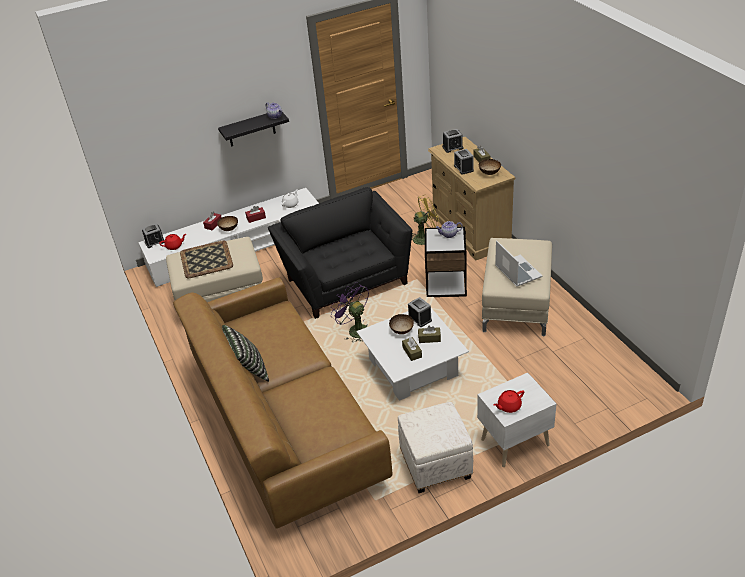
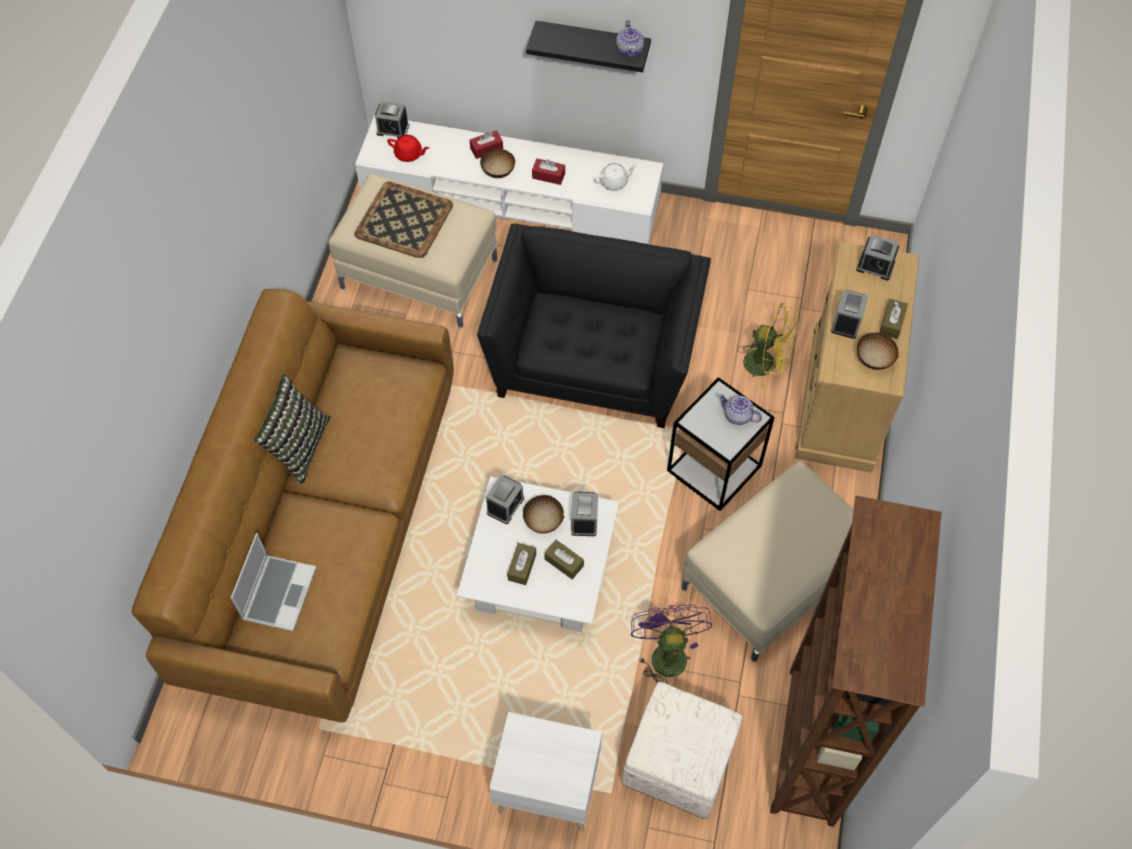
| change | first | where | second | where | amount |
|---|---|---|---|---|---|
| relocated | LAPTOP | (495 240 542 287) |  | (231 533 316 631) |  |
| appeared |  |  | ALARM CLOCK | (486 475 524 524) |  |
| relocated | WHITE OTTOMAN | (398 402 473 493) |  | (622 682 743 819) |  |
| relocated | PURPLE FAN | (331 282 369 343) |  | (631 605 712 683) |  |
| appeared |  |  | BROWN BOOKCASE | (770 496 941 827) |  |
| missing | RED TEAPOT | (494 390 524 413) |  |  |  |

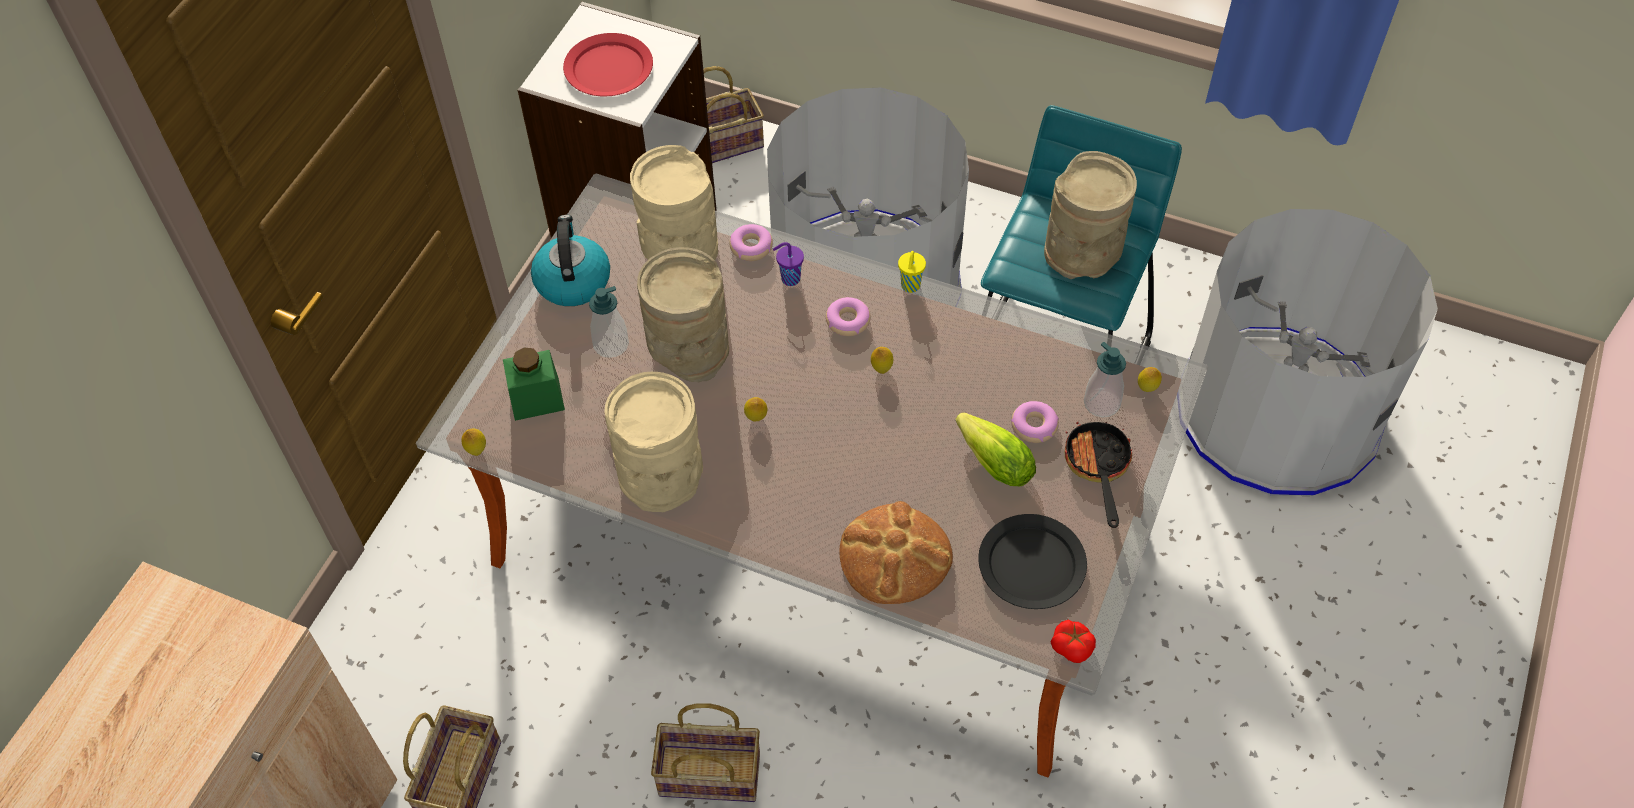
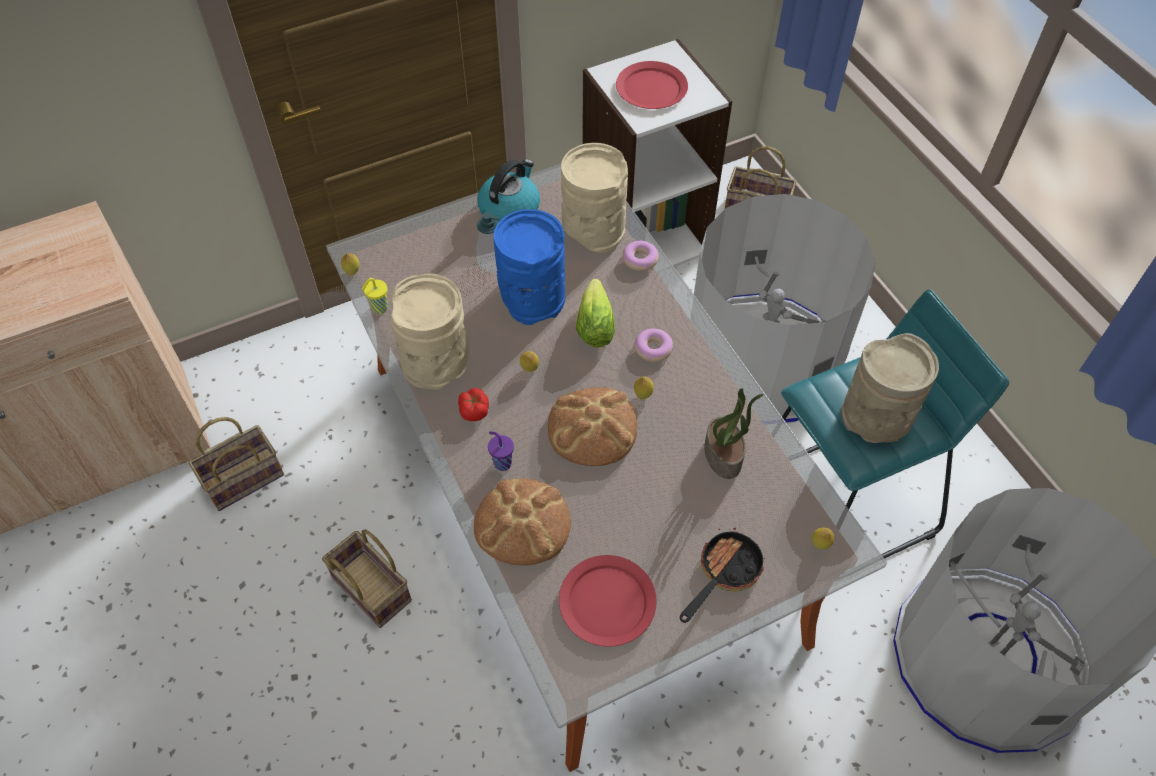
| change | first | where | second | where | amount |
|---|---|---|---|---|---|
| relocated | YELLOW CUP | (898 251 926 293) |  | (361 278 388 314) |  |
| relocated | TOMATO | (1050 620 1096 663) |  | (458 388 489 421) |  |
| relocated | PURPLE CUP | (773 242 804 286) |  | (488 431 514 471) |  |
| colour | BEIGE VASE | (637 247 729 382) | BLUE VASE | (494 209 565 325) |  |
| appeared |  |  | BREAD | (548 387 637 466) |  |
| colour | BLACK PLATE | (978 514 1087 609) | RED PLATE | (559 555 657 647) |  |
| relocated | LETTUCE | (956 412 1036 486) |  | (576 279 615 348) |  |
| appeared |  |  | POTTED PLANT | (704 388 764 479) |  |
| missing | GREEN JAR | (503 347 565 421) |  |  |  |
| missing | DONUT | (1011 401 1059 443) |  |  |  |
| missing | SOAP DISPENSER | (1084 342 1126 418) |  |  |  |

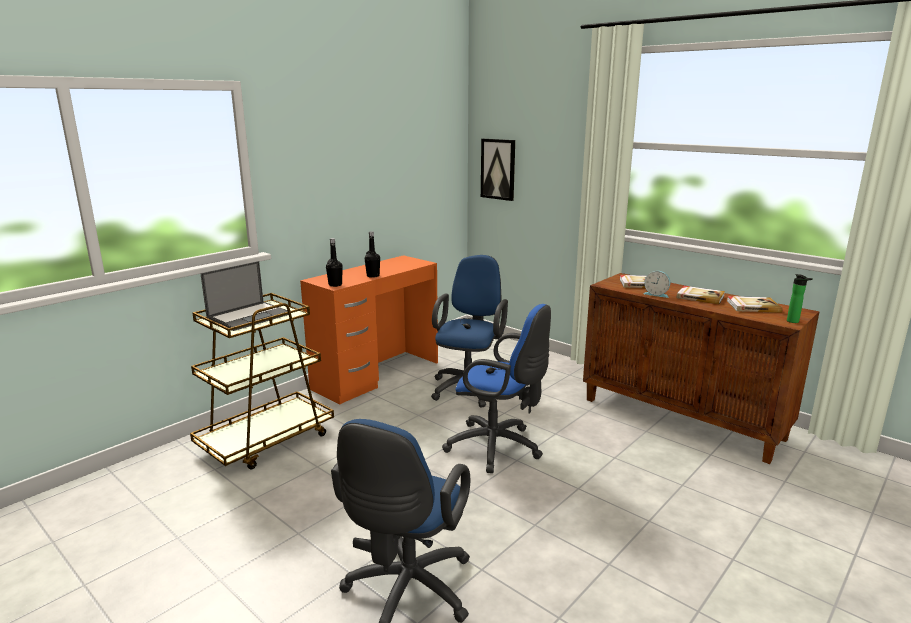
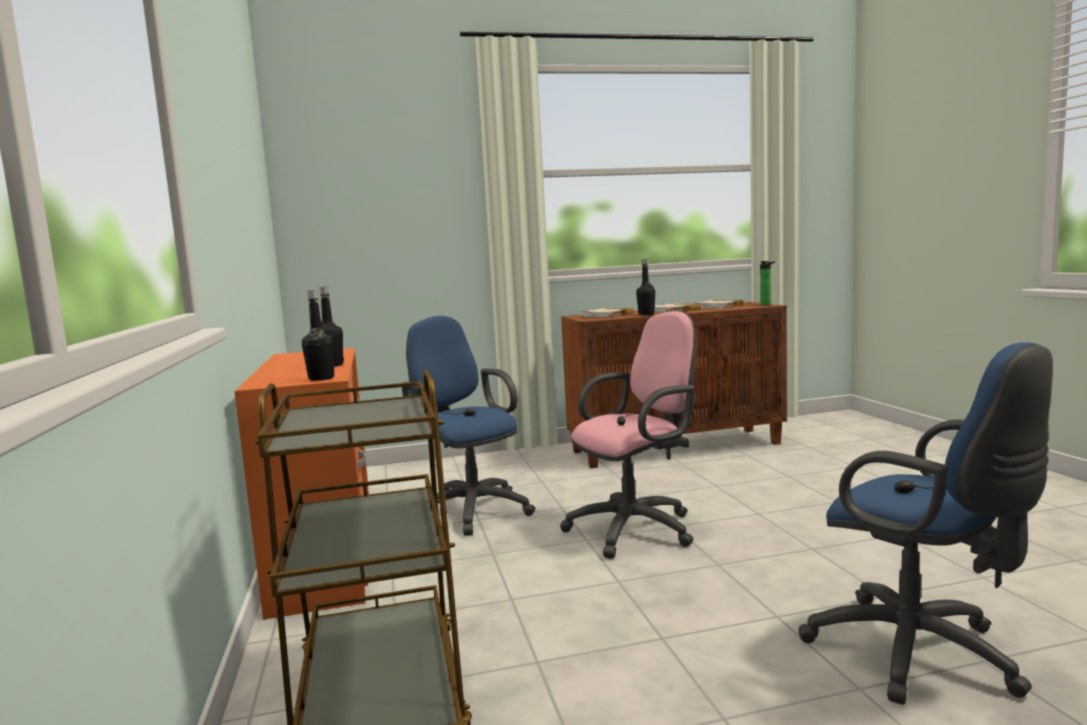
| change | first | where | second | where | amount |
|---|---|---|---|---|---|
| colour | BLUE OFFICE CHAIR | (442 304 551 473) | PINK OFFICE CHAIR | (560 311 696 559) |  |
| exchanged | ALARM CLOCK | (643 271 670 298) | BLACK BOTTLE | (636 259 655 315) |  |
| missing | LAPTOP | (200 261 288 331) |  |  |  |
| missing | PICTURE | (481 139 515 201) |  |  |  |

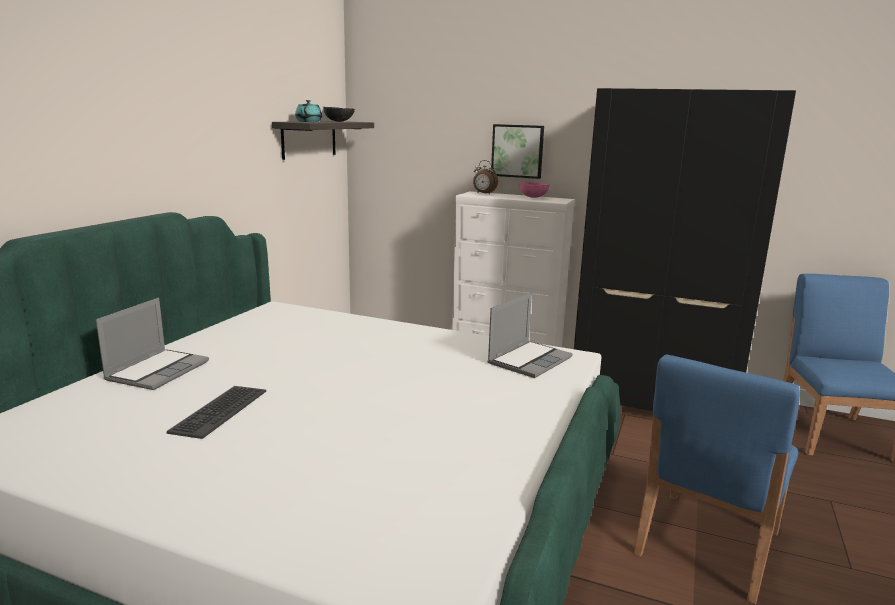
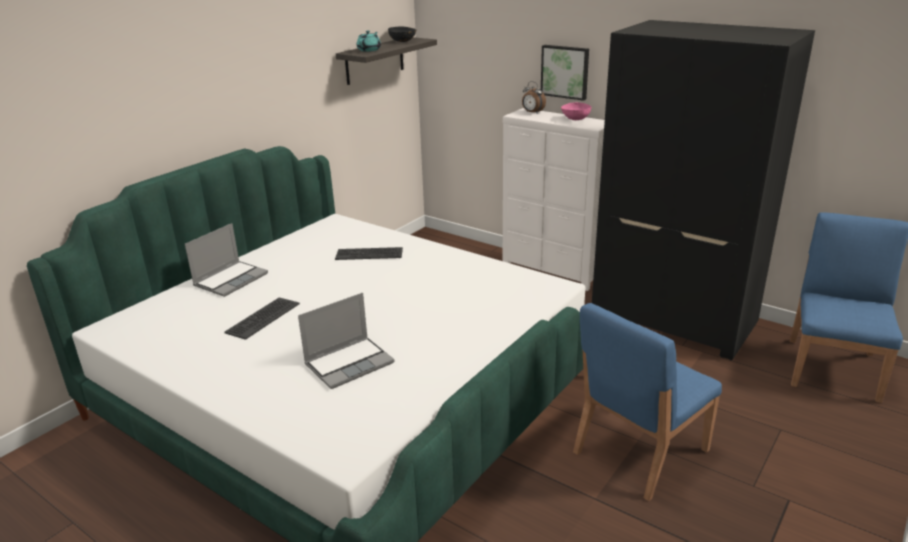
| change | first | where | second | where | amount |
|---|---|---|---|---|---|
| relocated | LAPTOP | (487 293 573 378) |  | (298 293 394 389) |  |
| appeared |  |  | KEYBOARD | (335 247 403 260) |  |

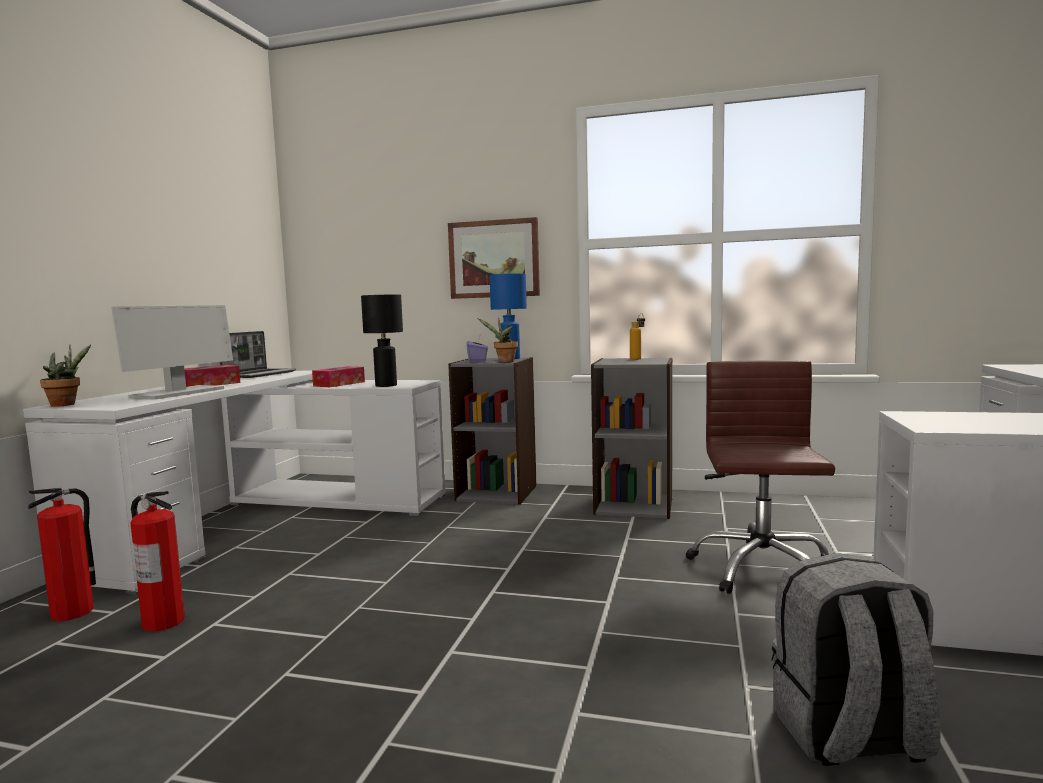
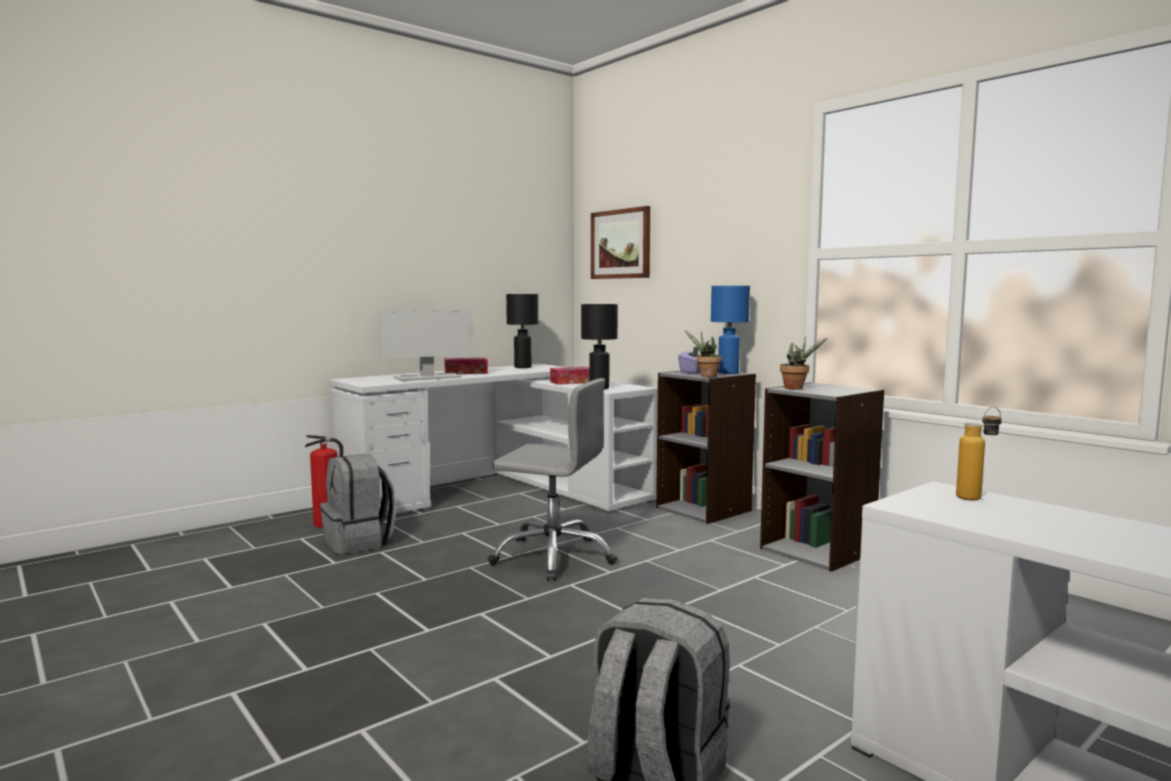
| change | first | where | second | where | amount |
|---|---|---|---|---|---|
| exchanged | FIRE EXTINGUISHER | (130 491 185 631) | GREY BACKPACK | (320 454 396 554) |  |
| appeared |  |  | GREY OFFICE CHAIR | (488 378 617 581) |  |
| exchanged | LAPTOP | (220 331 297 378) | BLACK TABLE LAMP | (506 294 538 368) |  |
| relocated | PICTURE | (448 217 540 299) |  | (591 206 650 279) |  |
| relocated | POTTED PLANT | (40 345 91 407) |  | (780 336 827 390) |  |
| relocated | BOTTLE | (630 313 645 360) |  | (956 407 1002 500) |  |
| missing | BROWN OFFICE CHAIR | (686 360 835 594) |  |  |  |

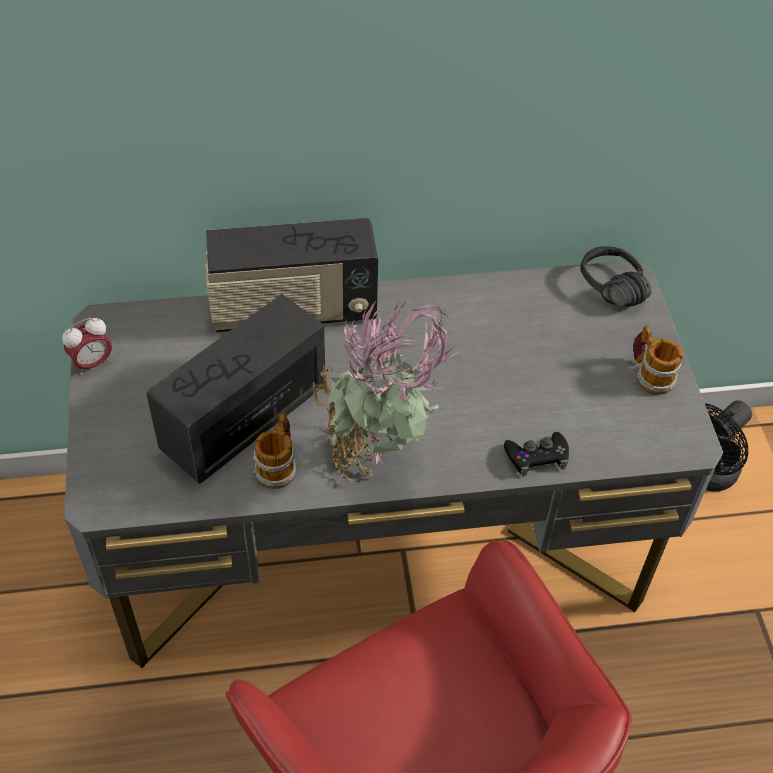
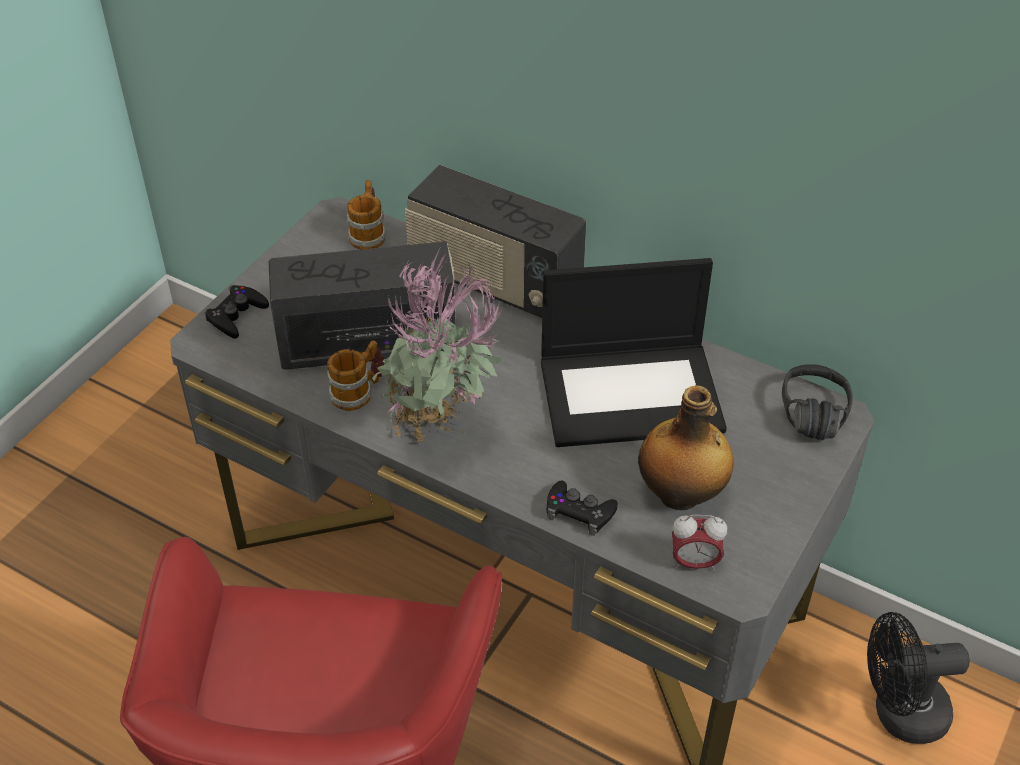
| change | first | where | second | where | amount |
|---|---|---|---|---|---|
| appeared |  |  | BLACK GAME CONTROLLER | (204 285 269 339) |  |
| relocated | MUG | (633 326 683 395) |  | (347 180 386 250) |  |
| appeared |  |  | LAPTOP | (541 258 727 447) |  |
| appeared |  |  | BOTTLE | (638 385 734 510) |  |
| relocated | ALARM CLOCK | (62 318 112 375) |  | (672 514 728 571) |  |

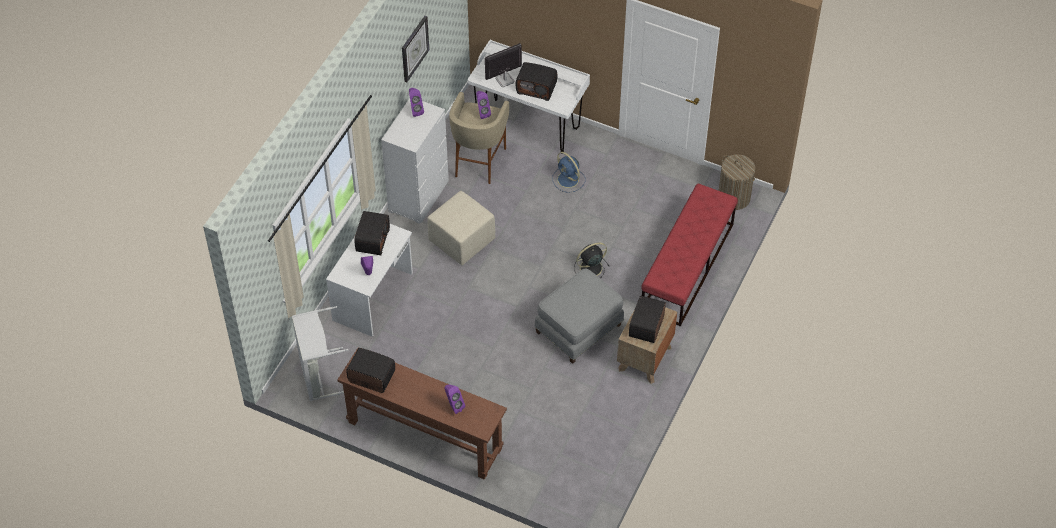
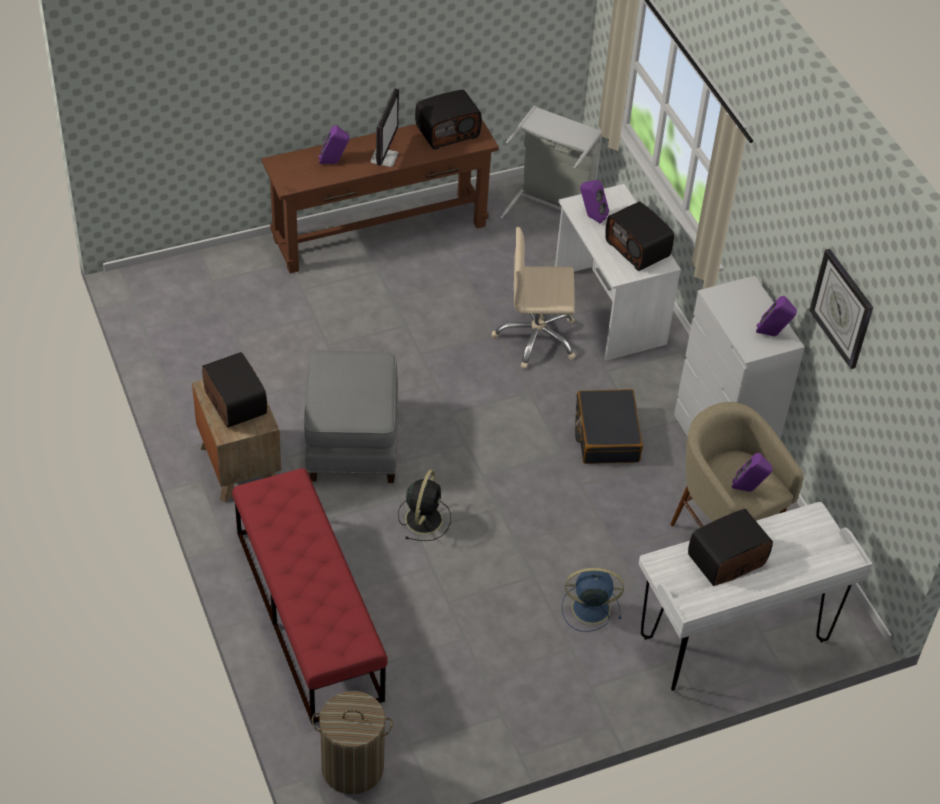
| change | first | where | second | where | amount |
|---|---|---|---|---|---|
| relocated | MONITOR | (485 43 522 87) |  | (371 88 399 167) |  |
| appeared |  |  | BEIGE OFFICE CHAIR | (492 227 576 369) |  |
| exchanged | BEIGE OTTOMAN | (427 191 495 266) | BLACK SUITCASE | (575 389 643 464) |  |

